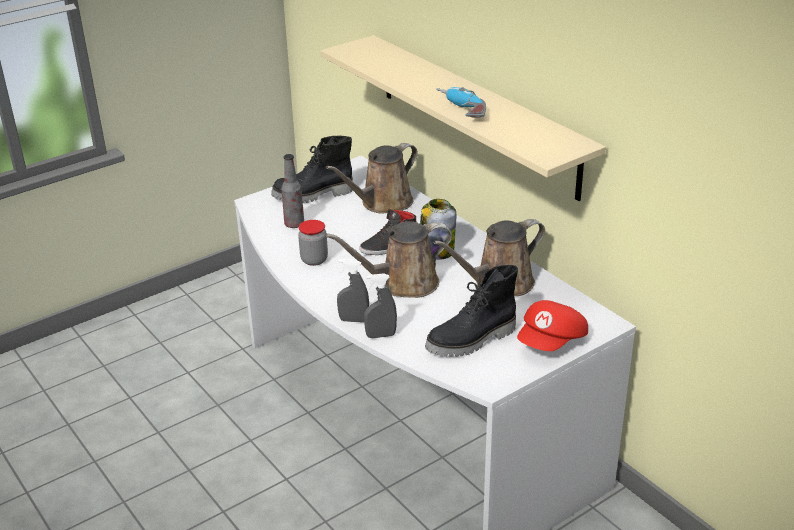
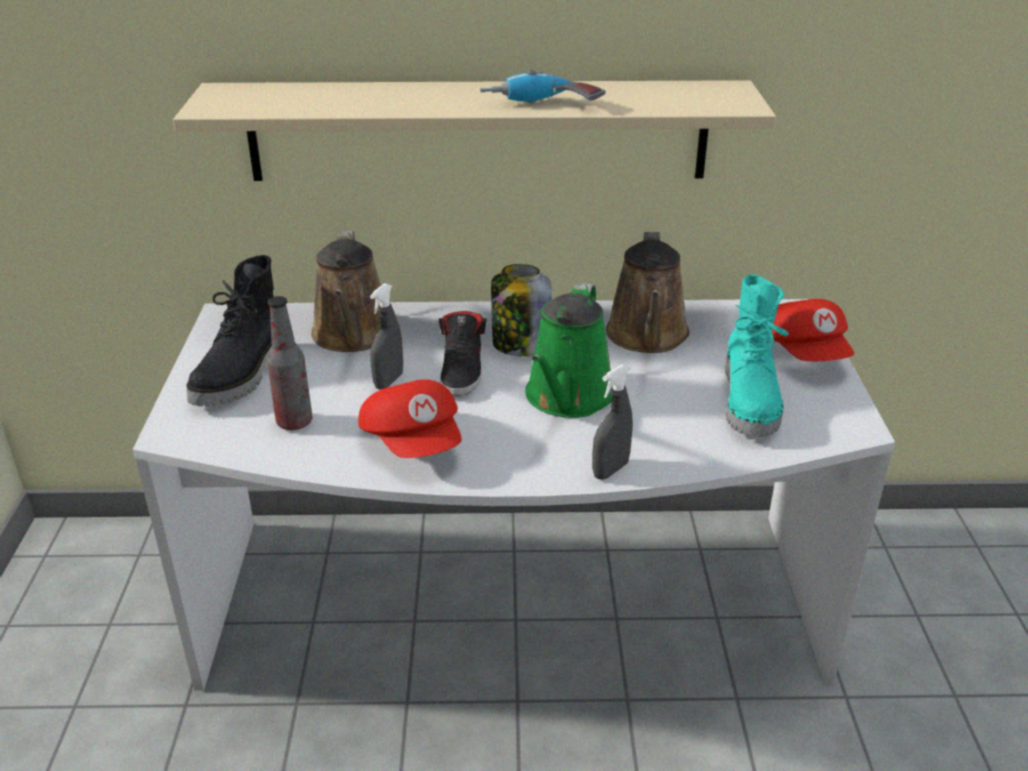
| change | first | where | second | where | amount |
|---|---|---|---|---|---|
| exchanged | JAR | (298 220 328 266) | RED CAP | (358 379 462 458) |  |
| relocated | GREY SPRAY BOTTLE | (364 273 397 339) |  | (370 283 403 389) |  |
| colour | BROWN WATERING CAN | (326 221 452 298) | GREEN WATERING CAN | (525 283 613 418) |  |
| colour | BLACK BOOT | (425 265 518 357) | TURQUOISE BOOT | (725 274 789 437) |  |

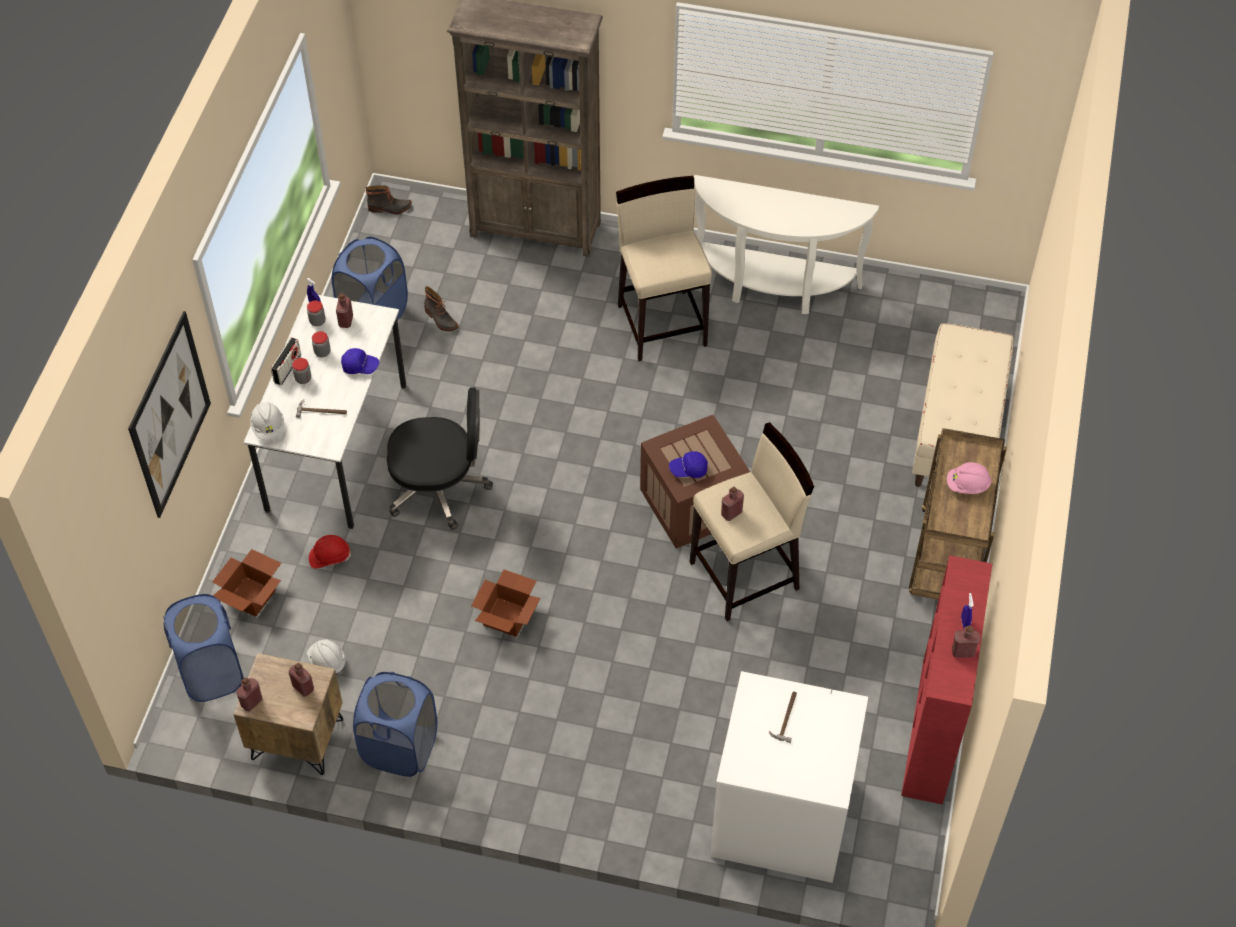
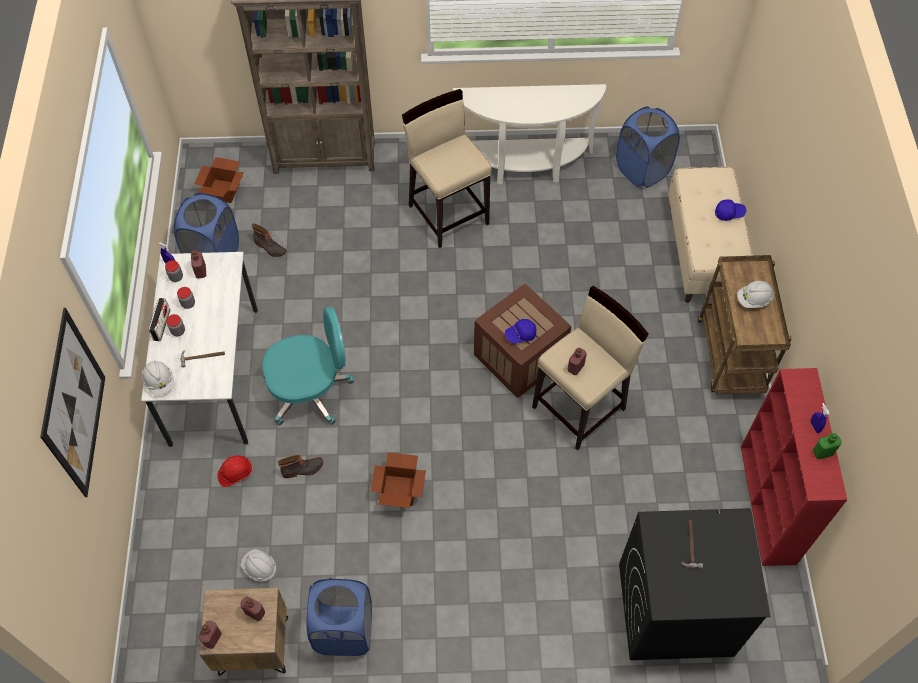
| change | first | where | second | where | amount |
|---|---|---|---|---|---|
| relocated | CARDBOARD BOX | (212 549 281 617) |  | (194 157 244 203) |  |
| colour | BLACK OFFICE CHAIR | (387 387 493 530) | TURQUOISE OFFICE CHAIR | (262 307 354 426) |  |
| relocated | BOOT | (366 185 412 214) |  | (278 454 323 478) |  |
| relocated | BLUE LAUNDRY BASKET | (163 594 244 702) |  | (616 106 680 188) |  |
| colour | WHITE WASHING MACHINE | (710 671 868 883) | BLACK WASHING MACHINE | (619 508 771 660) |  |
| relocated | BLUE CAP | (341 348 379 374) |  | (715 199 747 221) |  |
| colour | PINK HARD HAT | (947 462 991 494) | WHITE HARD HAT | (737 281 774 308) |  |
| colour | RED BOTTLE | (952 626 980 658) | GREEN BOTTLE | (813 433 841 460) |  |

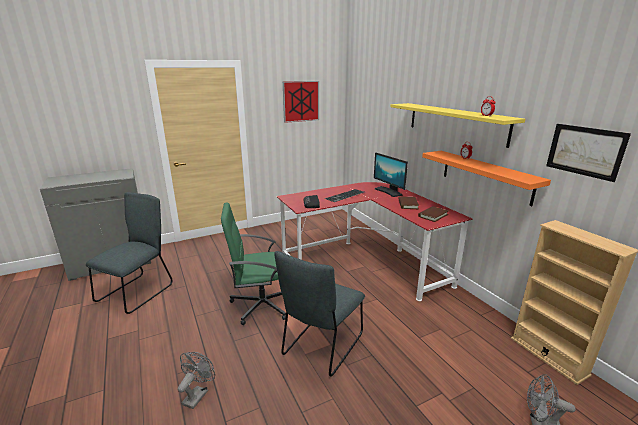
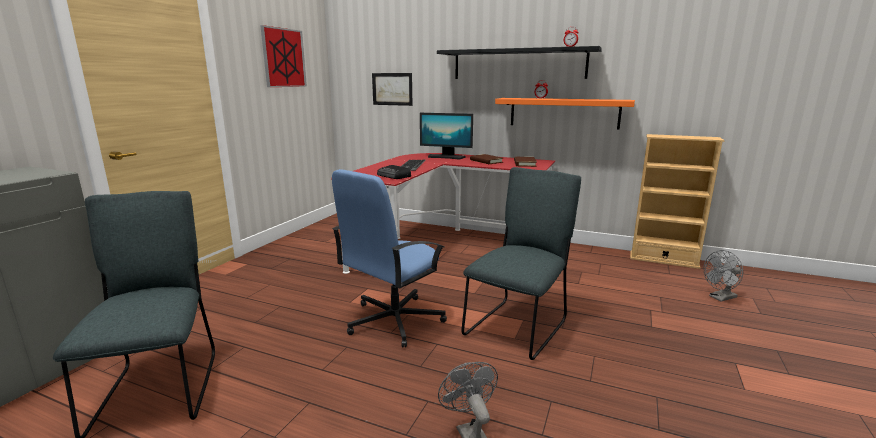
| change | first | where | second | where | amount |
|---|---|---|---|---|---|
| colour | GREEN OFFICE CHAIR | (221 203 286 325) | BLUE OFFICE CHAIR | (332 169 447 348) |  |
| relocated | PICTURE | (546 124 631 182) |  | (372 73 413 106) |  |
| colour | YELLOW SHELF | (390 103 525 148) | BLACK SHELF | (437 46 602 79) |  |
| spun | GREY CHAIR | (274 251 365 377) |  | (461 167 581 360) | 135 degrees counterclockwise |

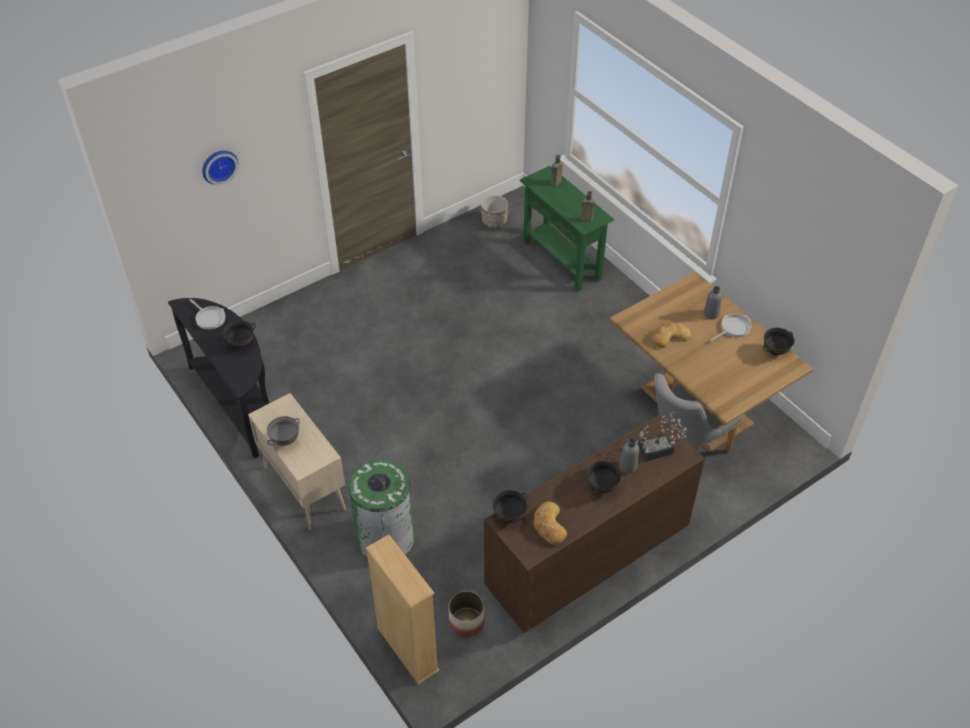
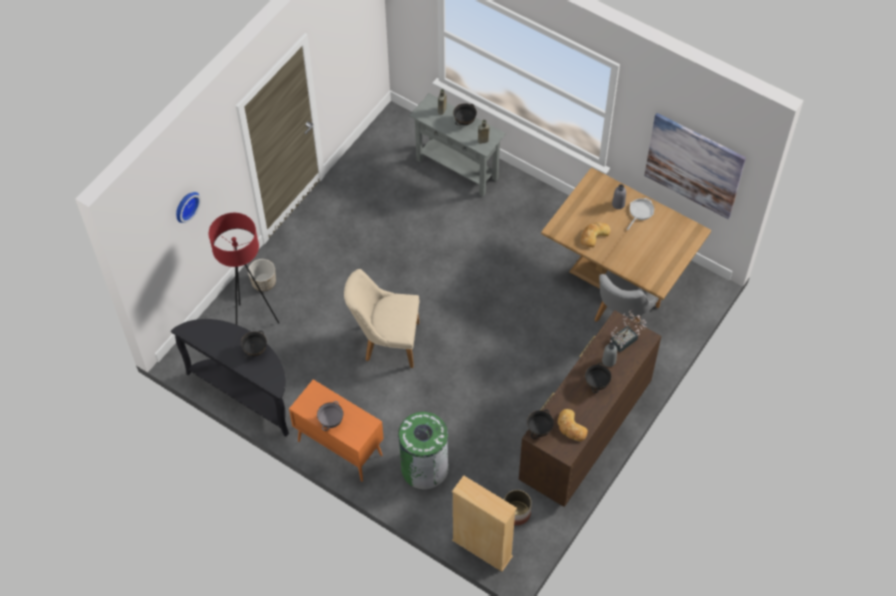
| change | first | where | second | where | amount |
|---|---|---|---|---|---|
| appeared |  |  | RED FLOOR LAMP | (209 213 279 325) |  |
| relocated | PLANTER | (481 195 509 228) |  | (248 259 276 291) |  |
| colour | BEIGE CABINET | (248 393 346 530) | ORANGE CABINET | (289 379 384 482) |  |
| appeared |  |  | BEIGE CHAIR | (344 269 420 368) |  |
| colour | GREEN CONSOLE TABLE | (520 166 614 292) | GREY CONSOLE TABLE | (409 93 506 196) |  |
| relocated | BLACK BOWL | (763 328 794 355) |  | (453 103 477 126) |  |
| appeared |  |  | PICTURE | (644 113 746 219) |  |
| missing | FRYING PAN | (189 299 225 330) |  |  |  |

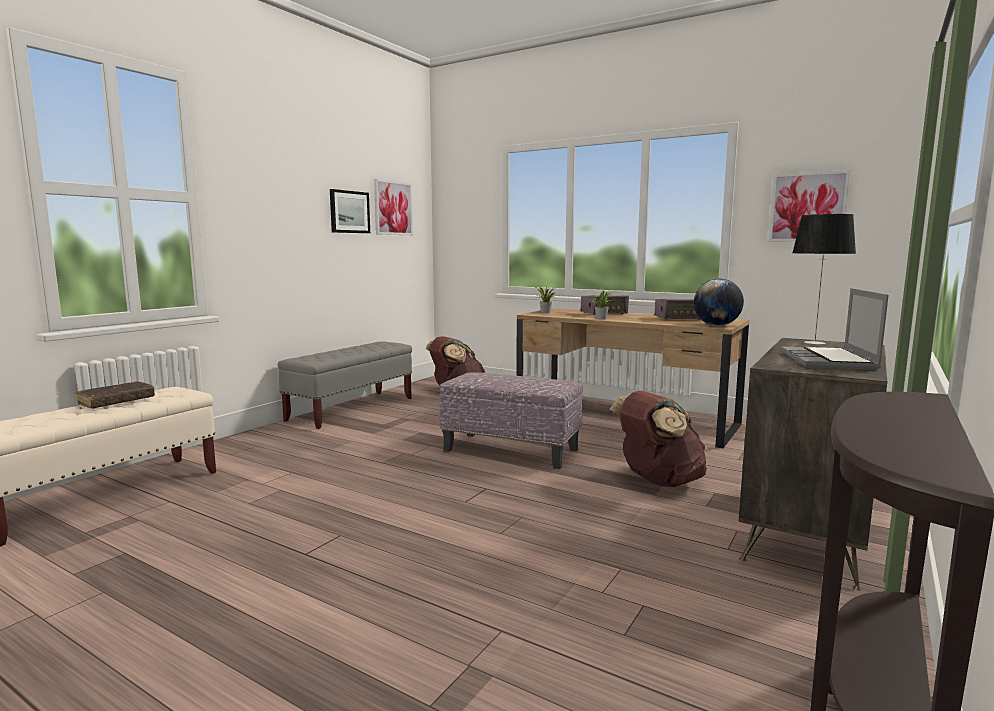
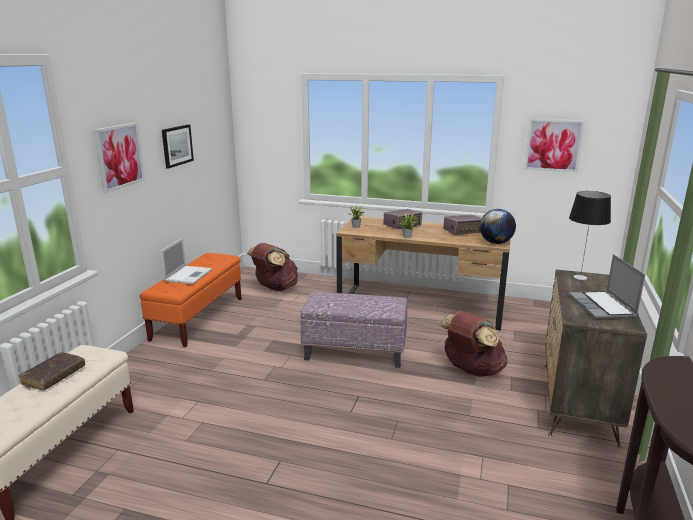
| change | first | where | second | where | amount |
|---|---|---|---|---|---|
| relocated | PICTURE | (374 179 413 235) |  | (94 123 145 193) |  |
| colour | GREY BENCH | (278 341 412 429) | ORANGE BENCH | (139 253 242 347) |  |
| appeared |  |  | LAPTOP | (160 238 212 284) |  |

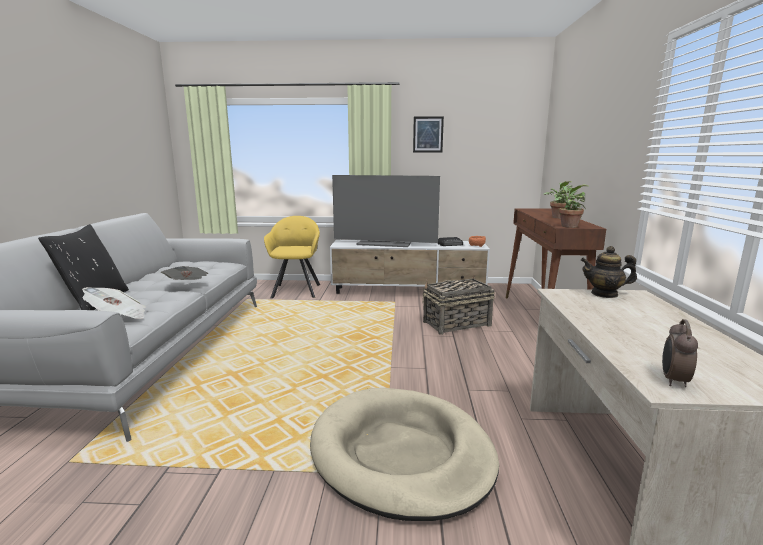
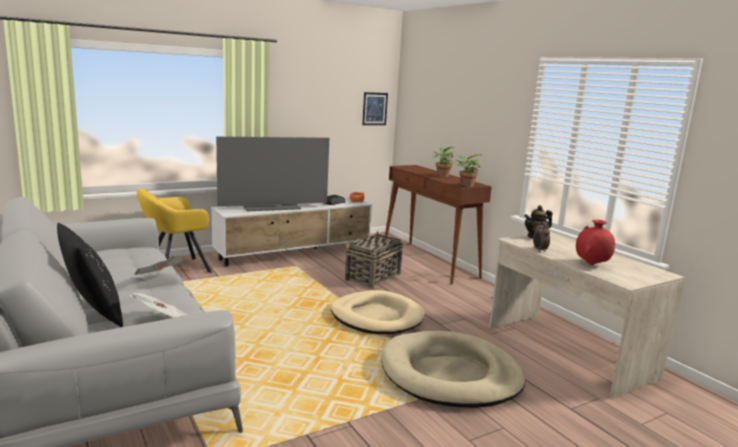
| change | first | where | second | where | amount |
|---|---|---|---|---|---|
| spun | YELLOW ARMCHAIR | (264 216 320 298) |  | (137 189 212 273) | 90 degrees counterclockwise |
| appeared |  |  | BEIGE DOG BED | (330 290 425 334) |  |
| relocated | PICTURE | (413 116 444 152) |  | (362 92 388 125) |  |
| relocated | ALARM CLOCK | (662 319 698 387) |  | (533 222 550 252) |  |
| appeared |  |  | RED VASE | (576 220 615 265) |  |

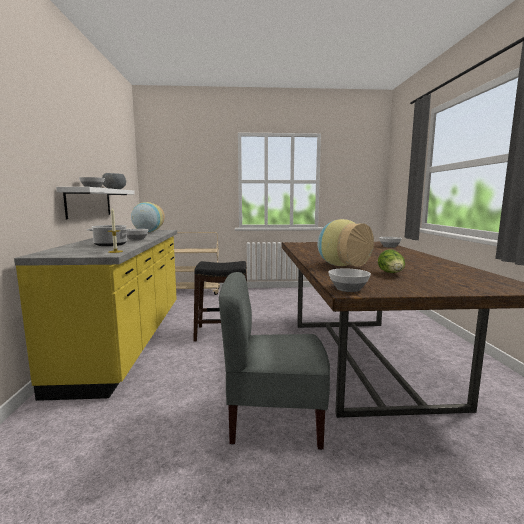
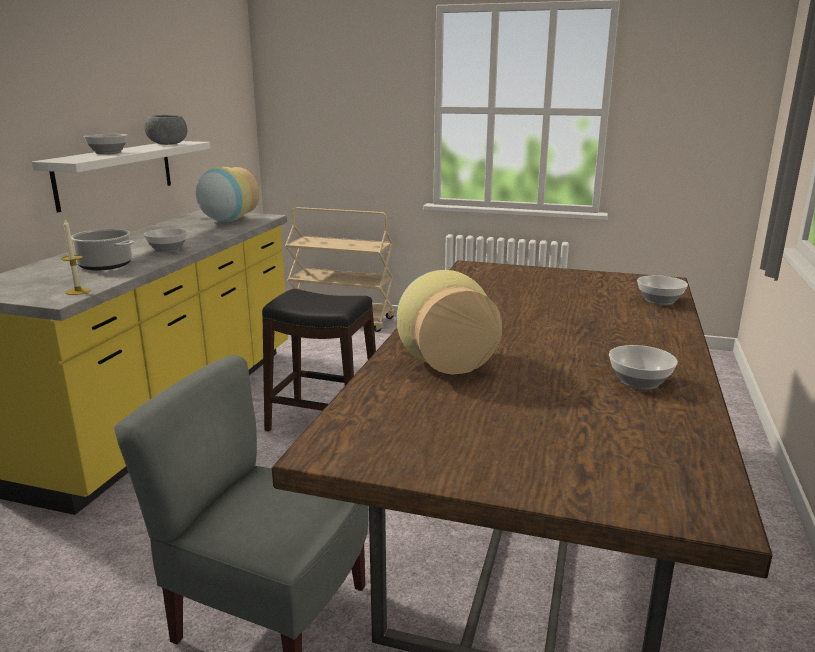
| change | first | where | second | where | amount |
|---|---|---|---|---|---|
| relocated | BOWL | (328 268 371 292) |  | (609 345 678 390) |  |
| missing | LETTUCE | (378 249 405 273) |  |  |  |

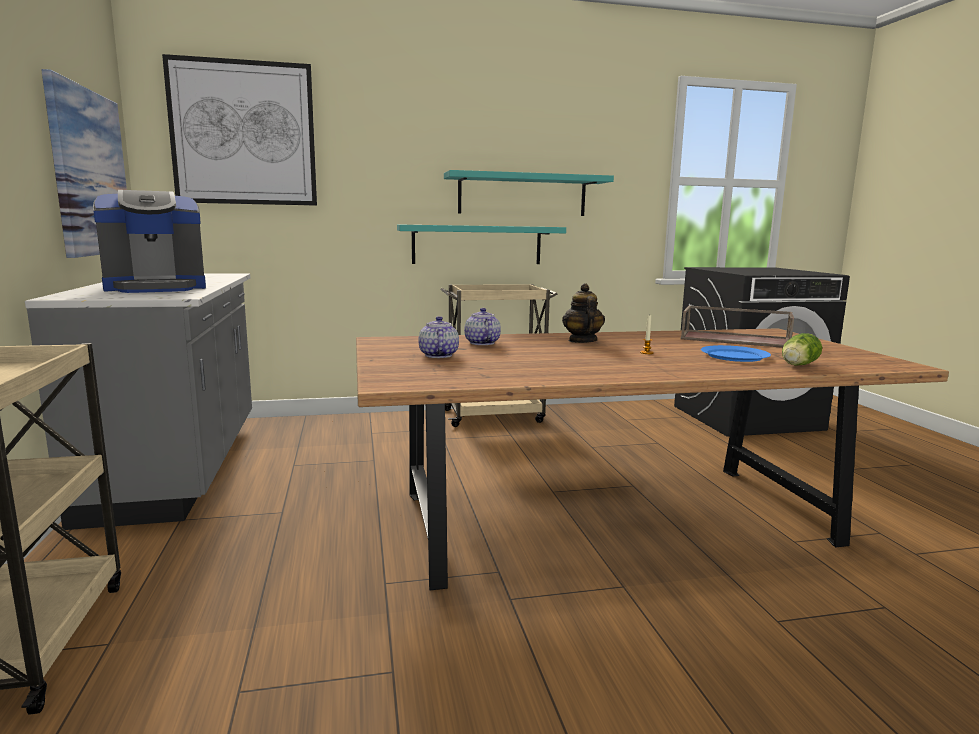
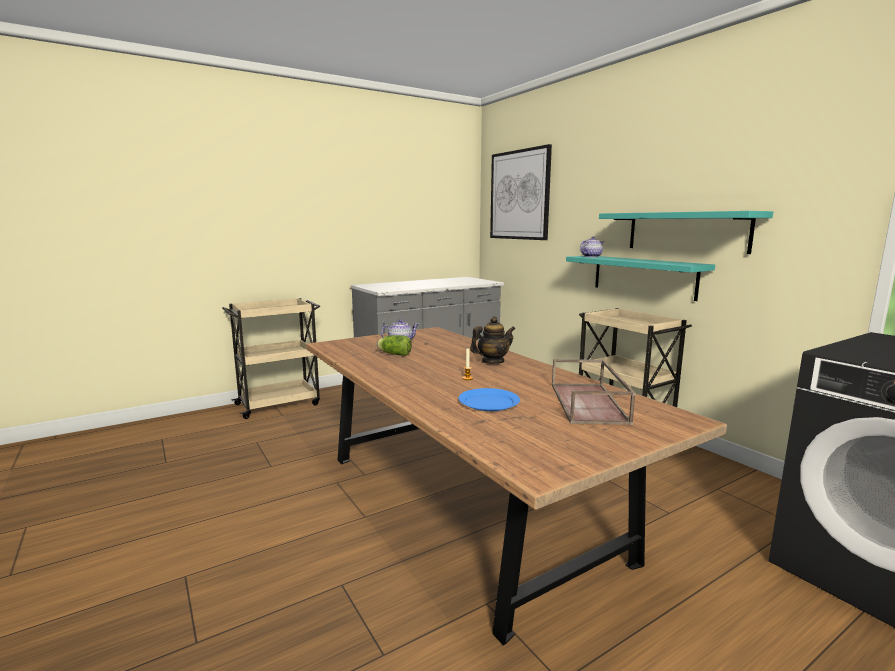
| change | first | where | second | where | amount |
|---|---|---|---|---|---|
| relocated | LETTUCE | (782 333 822 365) |  | (377 335 412 356) |  |
| relocated | TEAPOT | (464 308 501 345) |  | (580 236 604 257) |  |
| missing | PICTURE | (41 69 127 258) |  |  |  |
| missing | COFFEE MACHINE | (93 190 206 293) |  |  |  |

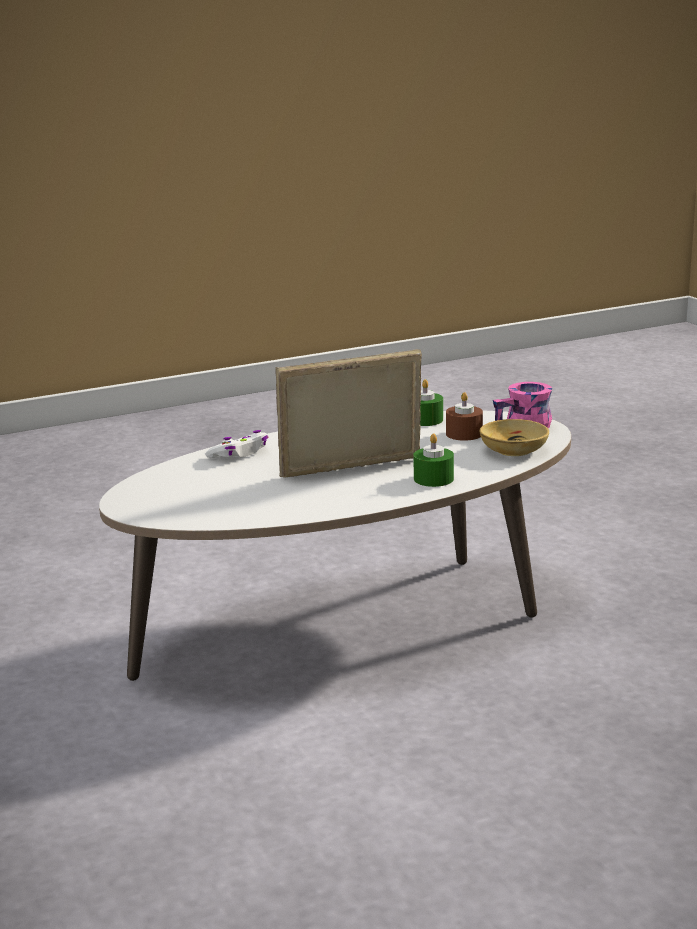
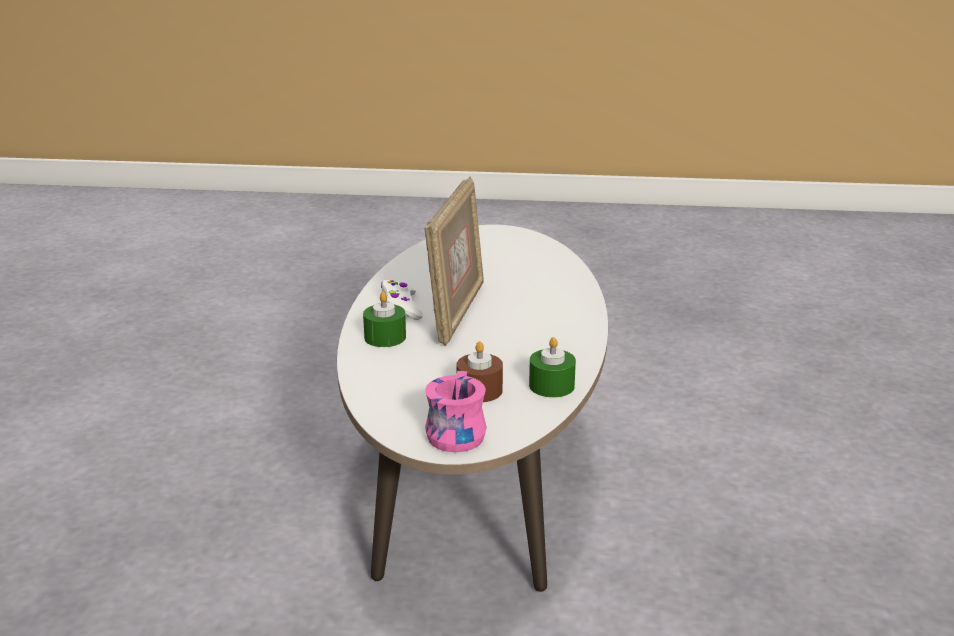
| change | first | where | second | where | amount |
|---|---|---|---|---|---|
| relocated | WHITE GAME CONTROLLER | (205 430 268 458) |  | (381 280 423 320) |  |
| missing | BEIGE BOWL | (479 419 549 456) |  |  |  |

